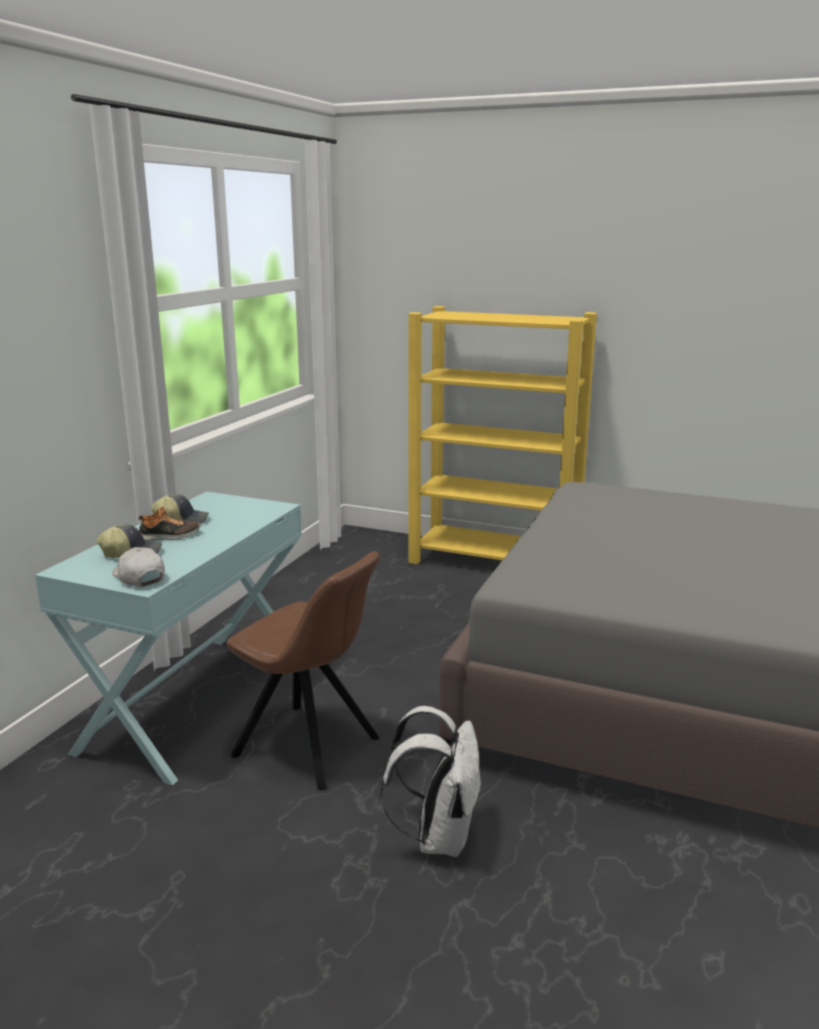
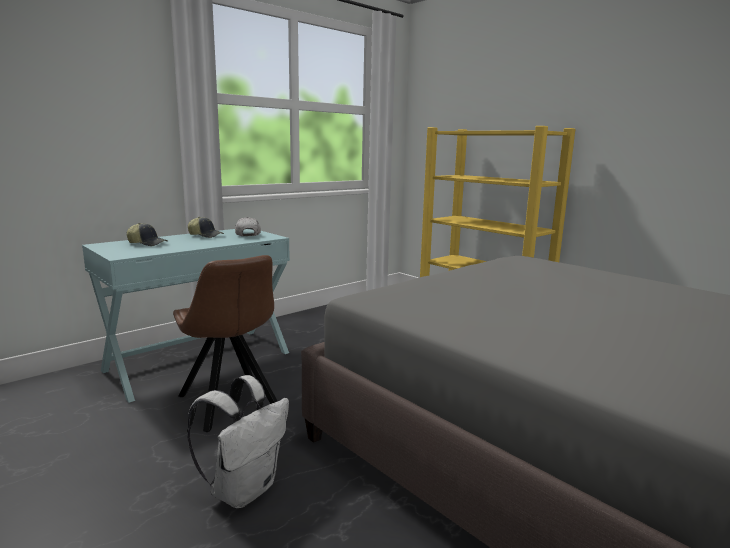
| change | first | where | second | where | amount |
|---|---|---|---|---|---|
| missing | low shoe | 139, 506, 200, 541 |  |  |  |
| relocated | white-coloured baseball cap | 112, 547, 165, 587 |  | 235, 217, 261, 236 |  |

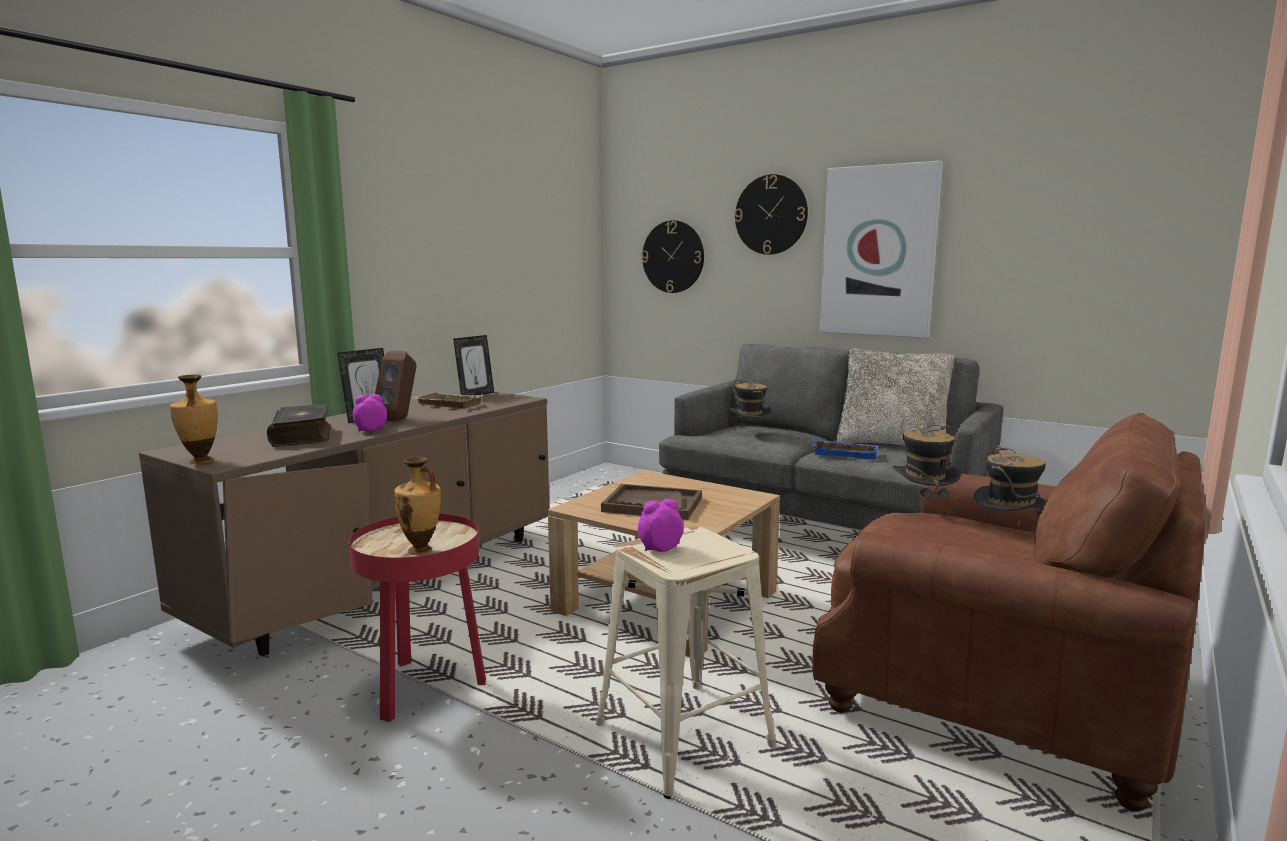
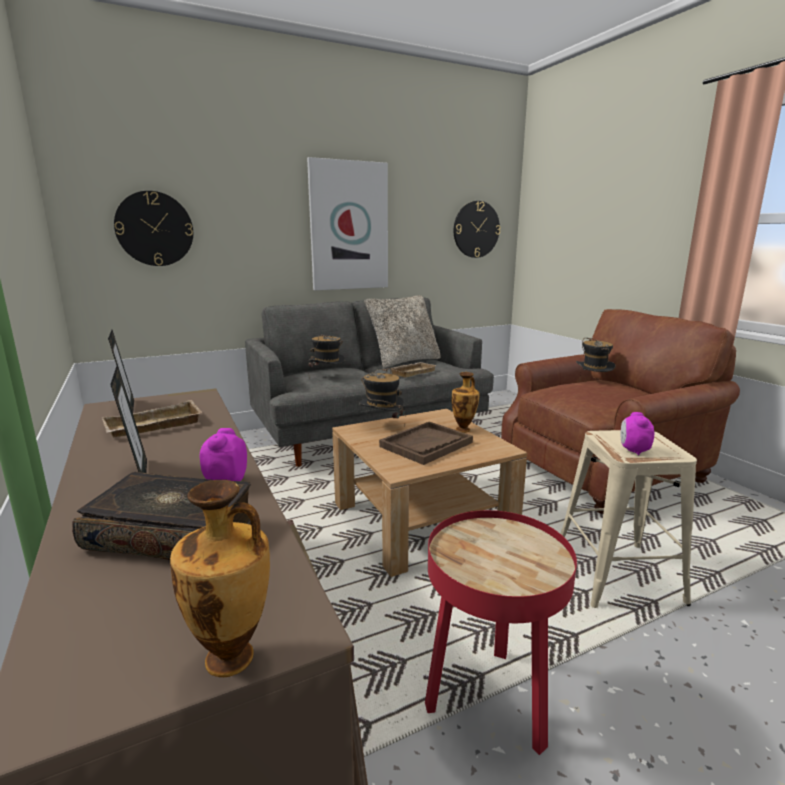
| change | first | where | second | where | amount |
|---|---|---|---|---|---|
| missing | brown loudspeaker | 375, 351, 416, 421 |  |  |  |
| relocated | decorative vase | 394, 457, 441, 555 |  | 452, 372, 479, 433 |  |
| relocated | hanging clock | 735, 174, 808, 255 |  | 454, 201, 500, 258 |  |
| relocated | hat | 892, 425, 960, 519 |  | 359, 368, 405, 426 |  |
| colour | blue carrying tray | 812, 440, 878, 459 | beige-coloured carrying tray | 391, 362, 437, 378 |  |

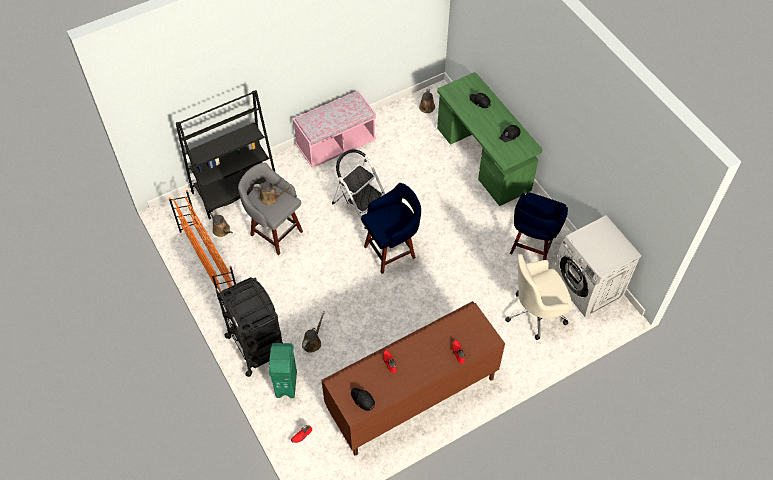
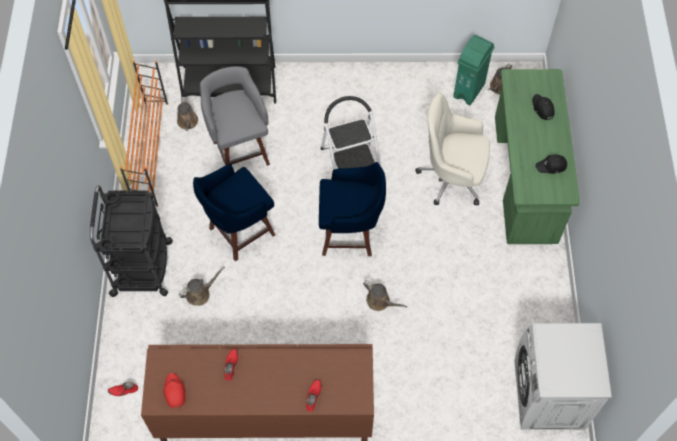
| change | first | where | second | where | amount |
|---|---|---|---|---|---|
| missing | pink bench | 292, 90, 376, 167 |  |  |  |
| relocated | brown watering pot | 253, 182, 293, 206 |  | 363, 280, 407, 311 |  |
| relocated | green-coloured trash can | 269, 343, 297, 398 |  | 453, 35, 495, 105 |  |
| relocated | beige-coloured computer chair | 505, 254, 572, 340 |  | 416, 93, 490, 205 |  |
| relocated | blue stool seat | 510, 192, 568, 260 |  | 193, 164, 275, 261 |  |
| colour | black-coloured baseball cap | 351, 388, 375, 411 | reddish baseball cap | 163, 373, 186, 408 |  |

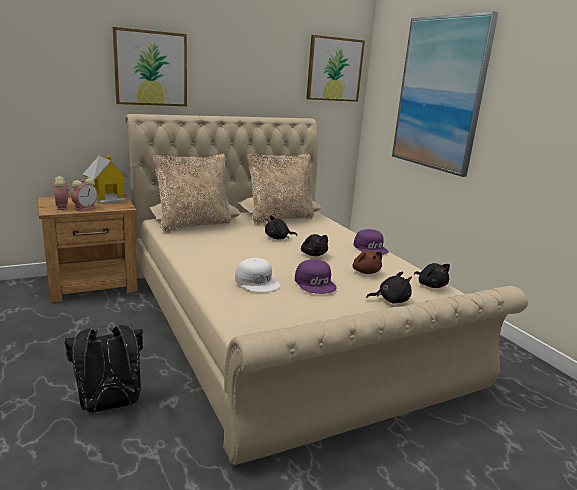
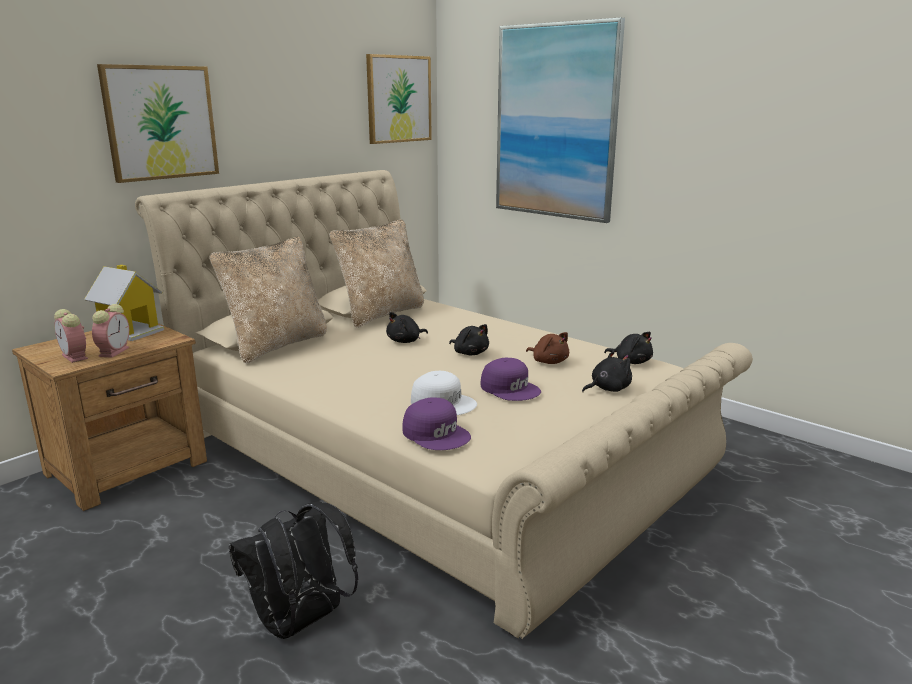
| change | first | where | second | where | amount |
|---|---|---|---|---|---|
| relocated | purple baseball cap | 354, 229, 389, 255 |  | 402, 397, 471, 450 |  |

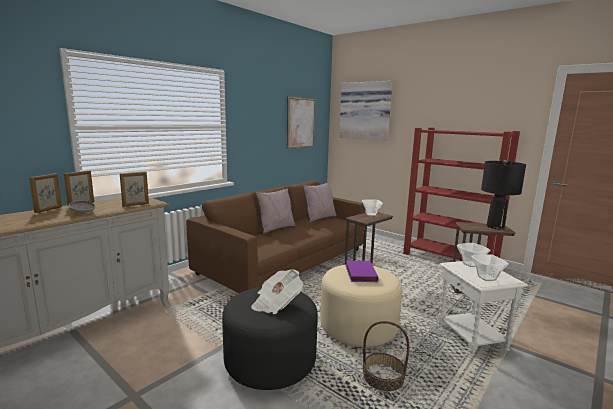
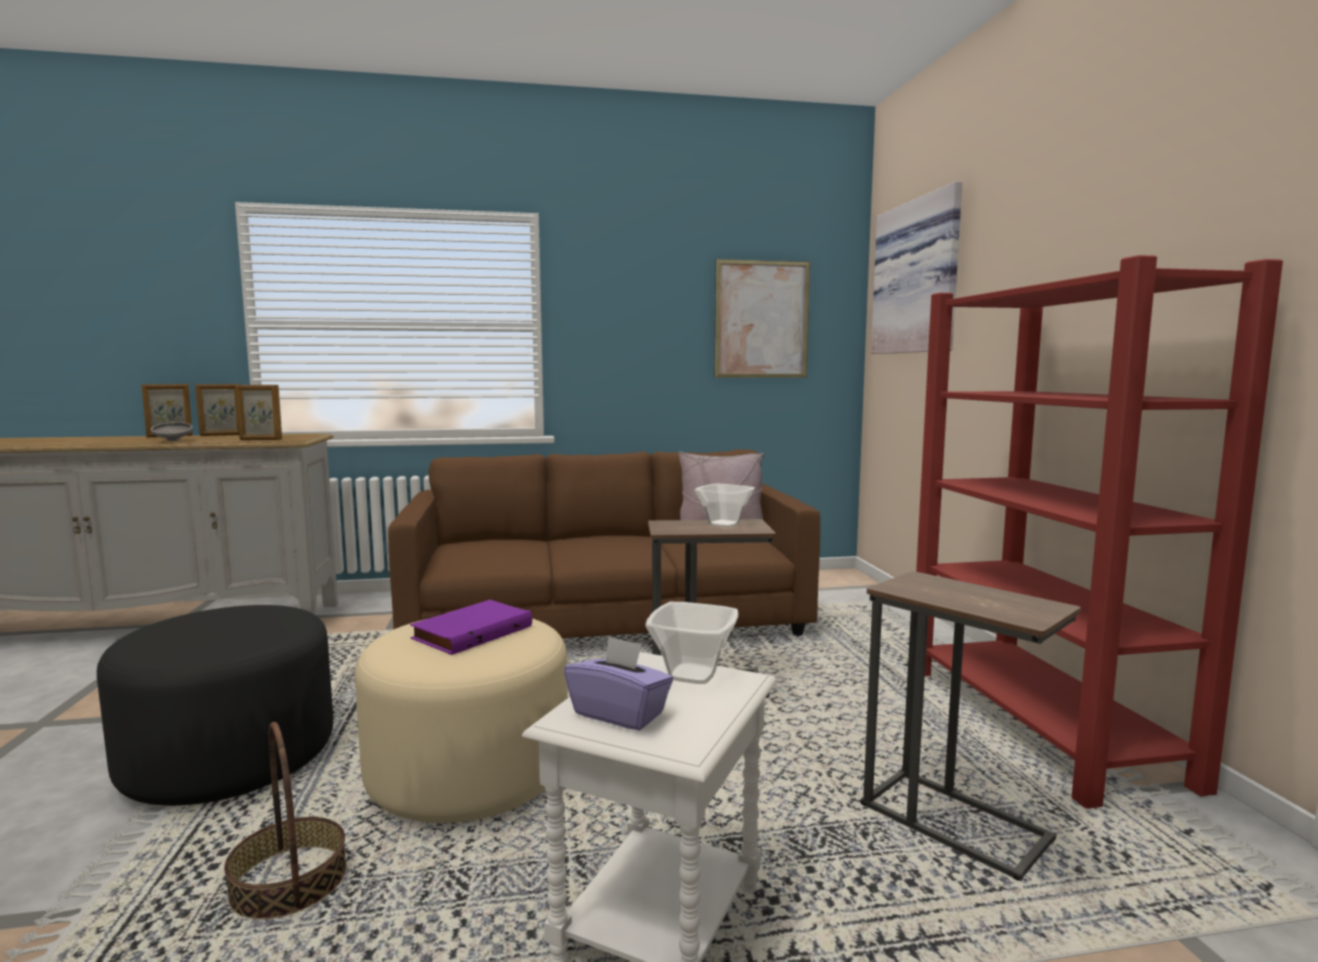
| change | first | where | second | where | amount |
|---|---|---|---|---|---|
| missing | daily paper | 251, 269, 303, 314 |  |  |  |
| missing | purple pillow | 256, 188, 295, 233 |  |  |  |
| missing | black-coloured lamp for a table | 481, 160, 526, 229 |  |  |  |
| exchanged | serving bowl | 471, 254, 509, 281 | purple box of tissues | 564, 636, 673, 731 |  |

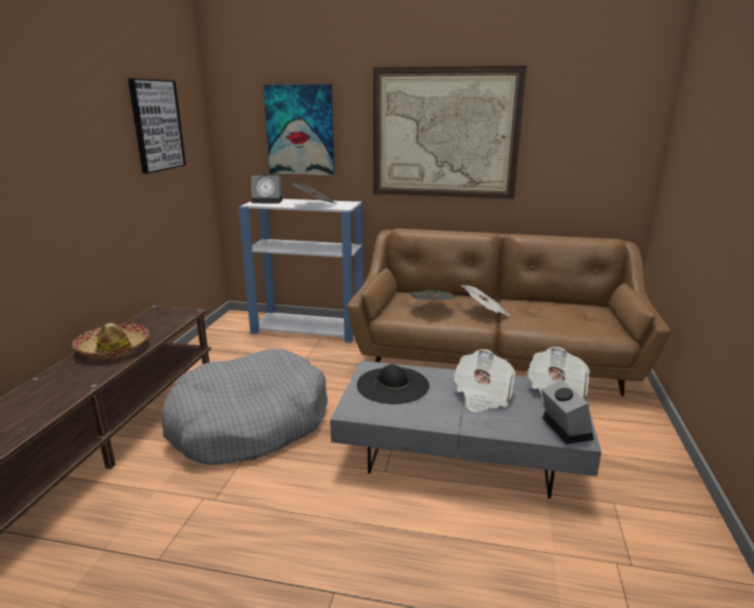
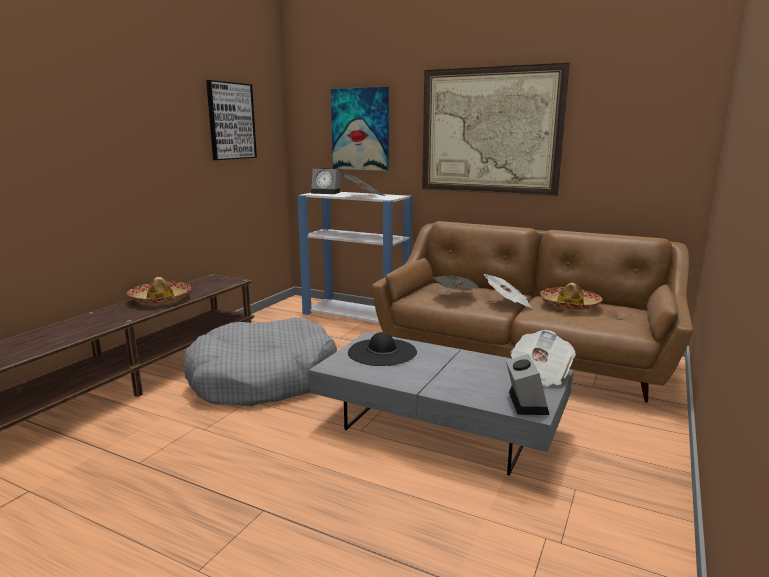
| change | first | where | second | where | amount |
|---|---|---|---|---|---|
| missing | daily paper | 453, 349, 516, 412 |  |  |  |
| appeared |  |  | hat | 540, 283, 603, 311 |  |

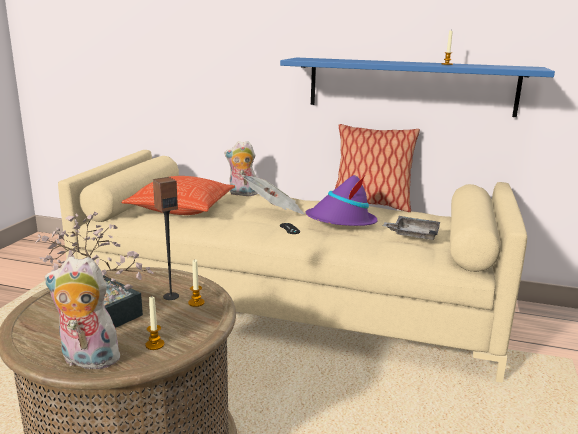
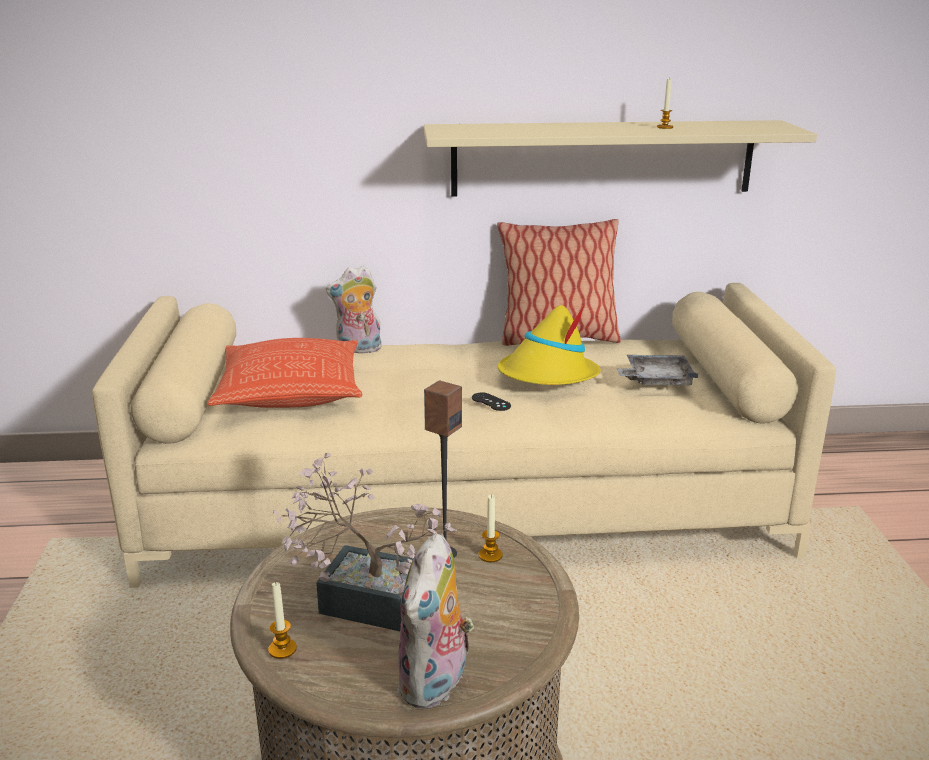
| change | first | where | second | where | amount |
|---|---|---|---|---|---|
| missing | daily paper | 242, 175, 305, 215 |  |  |  |
| relocated | wax candle | 145, 297, 165, 350 |  | 268, 581, 297, 659 |  |
| colour | blue shelf | 280, 58, 555, 117 | beige-coloured shelf | 424, 120, 817, 196 |  |
| colour | purple hat | 305, 174, 378, 226 | yellow-coloured hat | 498, 304, 601, 385 |  |
| spun | plush toy | 44, 256, 123, 370 |  | 397, 533, 474, 709 | 60 degrees counterclockwise |

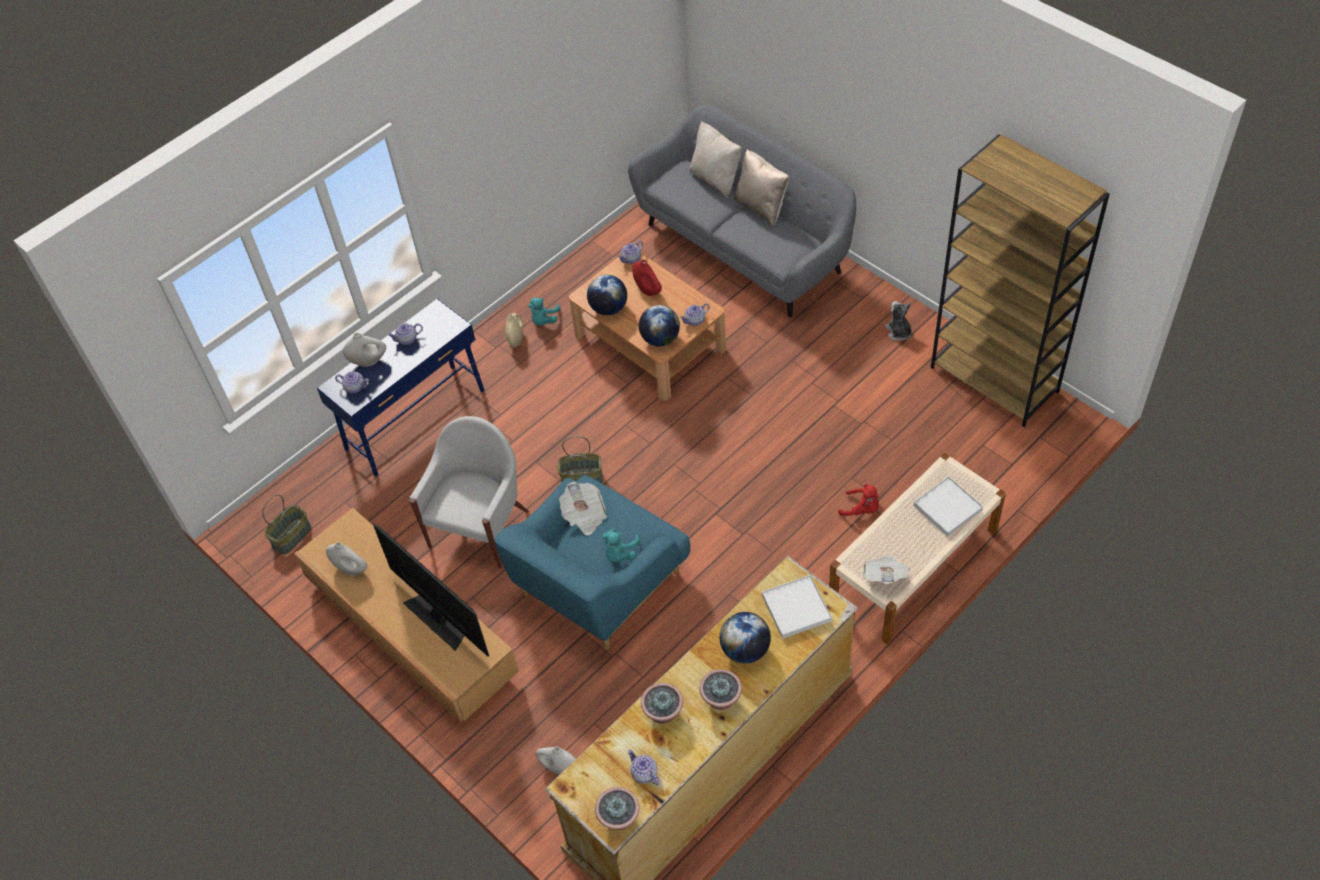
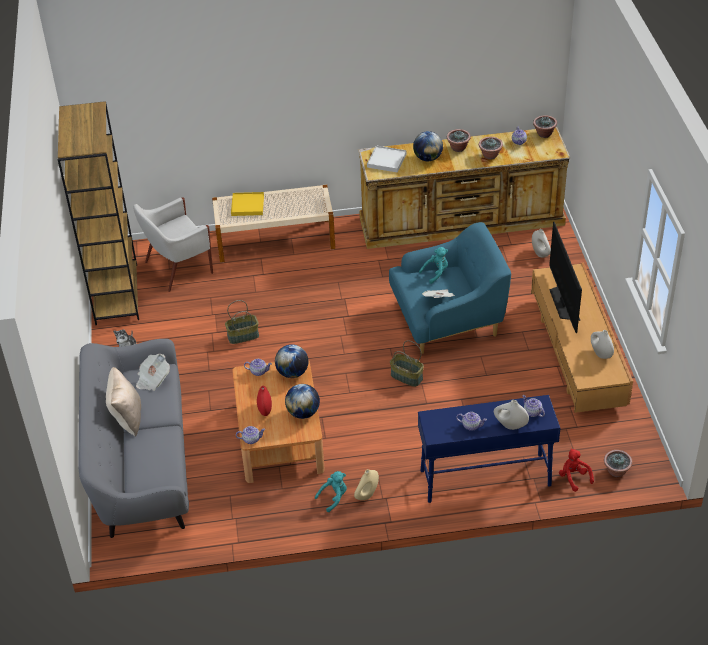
| change | first | where | second | where | amount |
|---|---|---|---|---|---|
| missing | beige-coloured pillow | 689, 121, 741, 198 |  |  |  |
| appeared |  |  | potted plant | 604, 450, 632, 477 |  |
| relocated | household basket | 262, 494, 311, 555 |  | 225, 300, 259, 344 |  |
| relocated | white-coloured lounge chair | 409, 416, 529, 568 |  | 133, 197, 213, 292 |  |
| relocated | reddish plush toy | 838, 484, 879, 516 |  | 559, 449, 594, 492 |  |
| relocated | daily paper | 862, 555, 910, 584 |  | 136, 354, 170, 391 |  |
| colour | white-coloured carrying tray | 913, 476, 983, 537 | yellow-coloured carrying tray | 231, 192, 264, 216 |  |

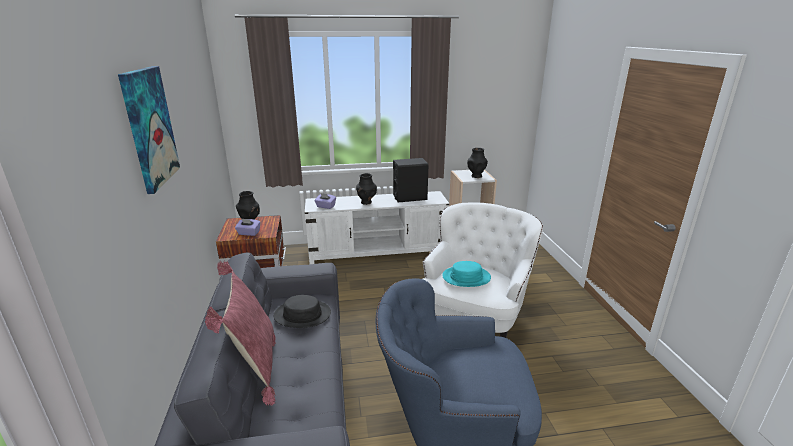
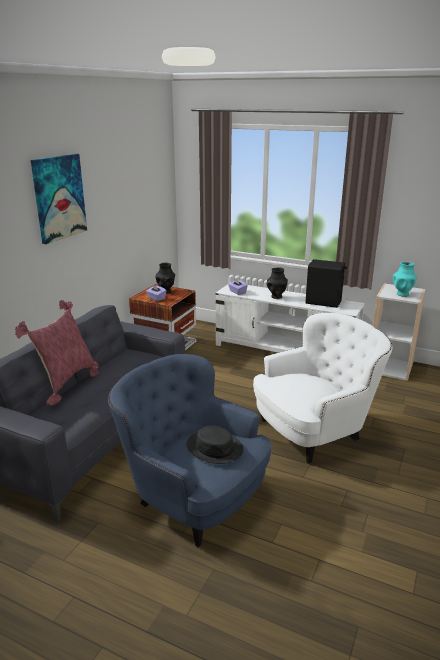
| change | first | where | second | where | amount |
|---|---|---|---|---|---|
| missing | turquoise-coloured hat | 442, 261, 491, 287 |  |  |  |
| relocated | black-coloured hat | 274, 295, 331, 328 |  | 186, 425, 244, 464 |  |
| colour | black-coloured decorative vase | 467, 148, 488, 178 | turquoise-coloured decorative vase | 393, 262, 417, 297 |  |

